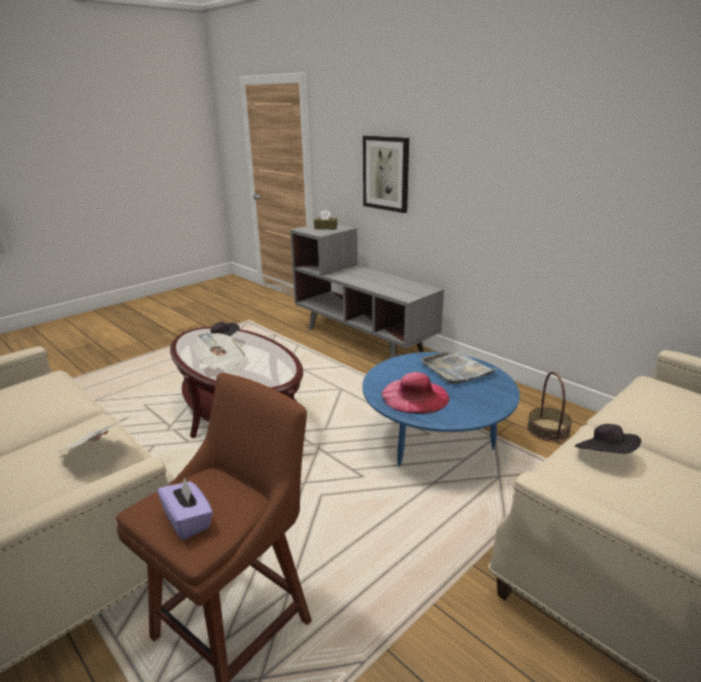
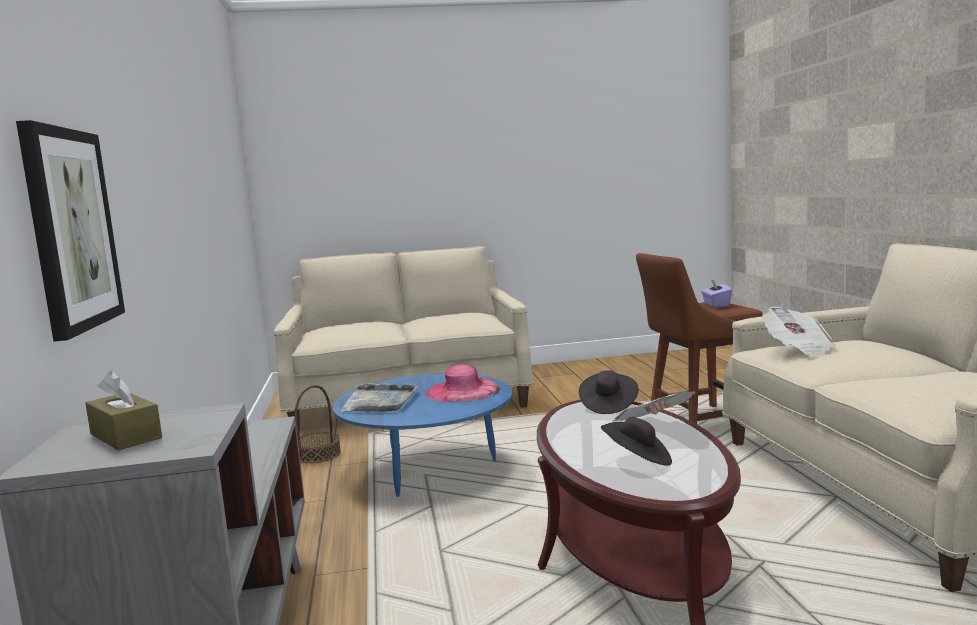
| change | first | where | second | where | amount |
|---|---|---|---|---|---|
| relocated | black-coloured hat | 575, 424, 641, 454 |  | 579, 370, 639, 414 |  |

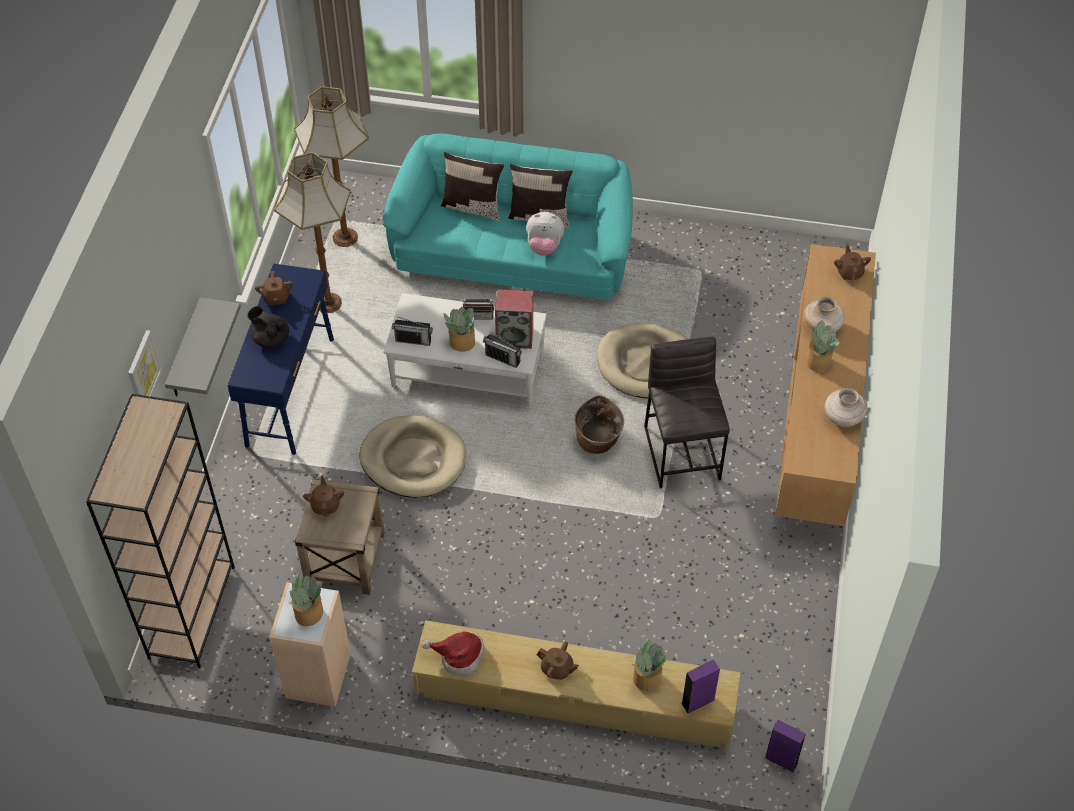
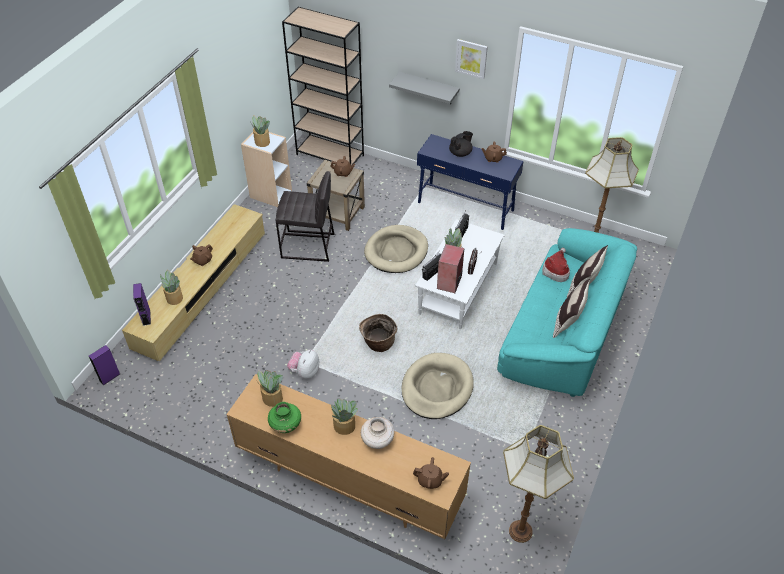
| change | first | where | second | where | amount |
|---|---|---|---|---|---|
| appeared |  |  | potted plant | 255, 370, 283, 407 |  |
| relocated | wall art | 128, 330, 162, 397 |  | 455, 39, 488, 79 |  |
| relocated | standard lamp | 274, 152, 351, 313 |  | 503, 425, 574, 543 |  |
| relocated | hat | 422, 631, 484, 676 |  | 542, 248, 570, 282 |  |
| relocated | plush toy | 526, 212, 564, 256 |  | 287, 350, 319, 379 |  |
| relocated | gray stool seat | 644, 337, 730, 488 |  | 276, 171, 335, 262 |  |
| colour | beige-coloured decorative vase | 825, 388, 867, 427 | green-coloured decorative vase | 268, 402, 301, 433 |  |

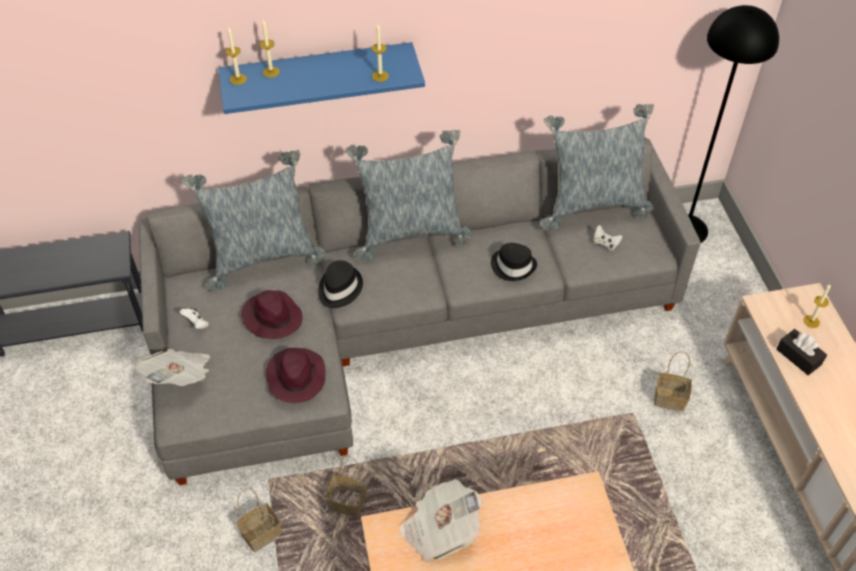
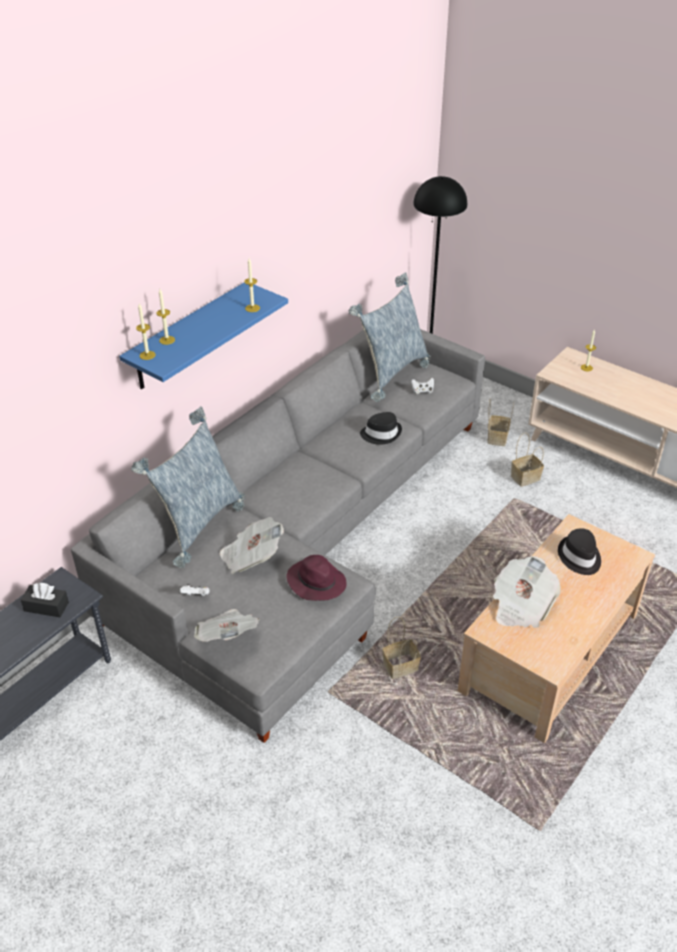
| change | first | where | second | where | amount |
|---|---|---|---|---|---|
| missing | pillow | 345, 129, 473, 261 |  |  |  |
| relocated | household basket | 237, 488, 281, 552 |  | 488, 399, 514, 446 |  |
| relocated | black-coloured hat | 318, 260, 363, 308 |  | 558, 528, 601, 575 |  |
| relocated | black-coloured box of tissues | 776, 329, 827, 375 |  | 21, 583, 69, 617 |  |
| exchanged | purple hat | 241, 290, 302, 339 | daily paper | 220, 517, 284, 574 |  |

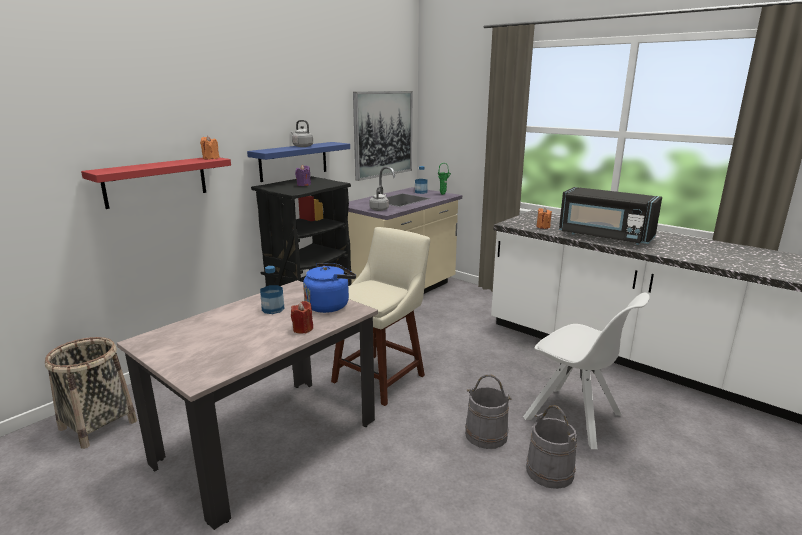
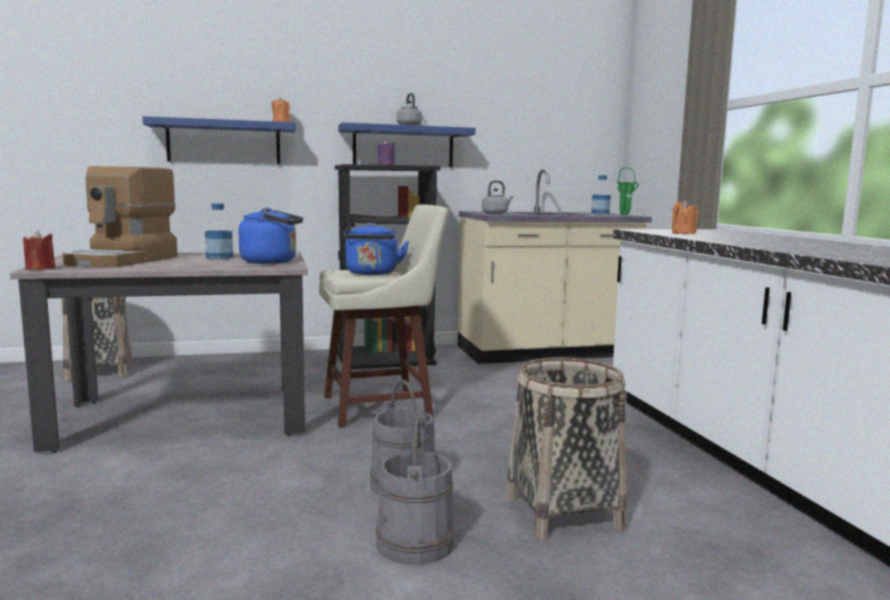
| change | first | where | second | where | amount |
|---|---|---|---|---|---|
| missing | wall art | 353, 91, 412, 181 |  |  |  |
| missing | black-coloured microwave | 559, 187, 662, 245 |  |  |  |
| appeared |  |  | coffee brewer | 63, 166, 178, 268 |  |
| appeared |  |  | blue kettle | 343, 222, 409, 275 |  |
| relocated | reddish wax candle | 291, 301, 313, 334 |  | 23, 231, 55, 270 |  |
| exchanged | white-coloured plain chair | 523, 293, 650, 449 | household basket | 506, 357, 627, 540 |  |
| colour | reddish shelf | 81, 158, 231, 209 | blue shelf | 142, 116, 296, 164 |  |

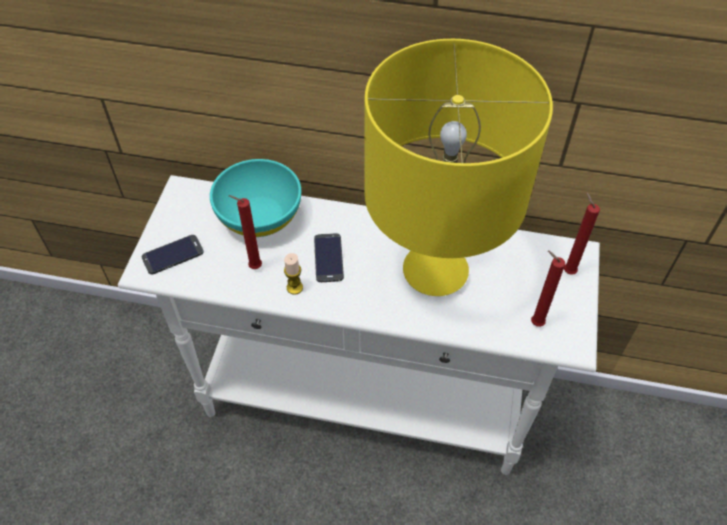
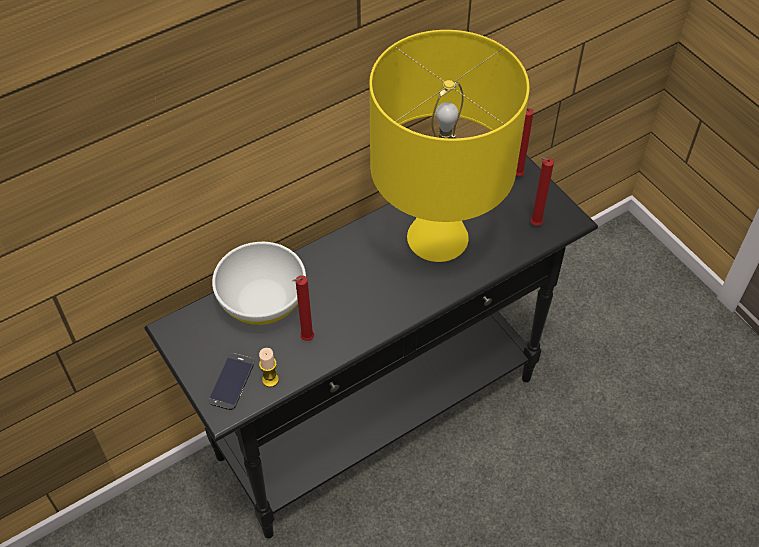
| change | first | where | second | where | amount |
|---|---|---|---|---|---|
| missing | telephone | 314, 233, 344, 282 |  |  |  |
| relocated | wax candle | 284, 253, 303, 295 |  | 259, 348, 279, 387 |  |
| colour | white-coloured console table | 118, 175, 600, 475 | black-coloured console table | 144, 155, 598, 539 |  |
| colour | turquoise-coloured serving bowl | 210, 159, 301, 237 | white-coloured serving bowl | 212, 242, 306, 325 |  |

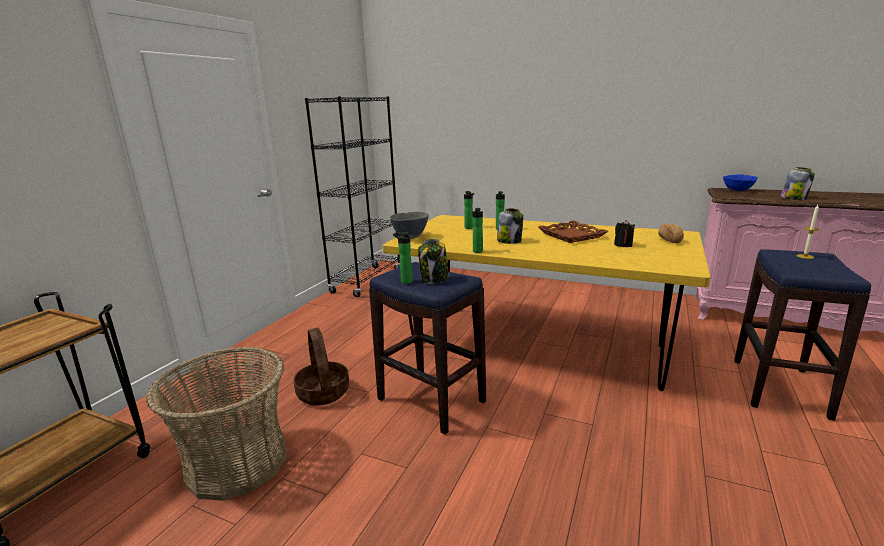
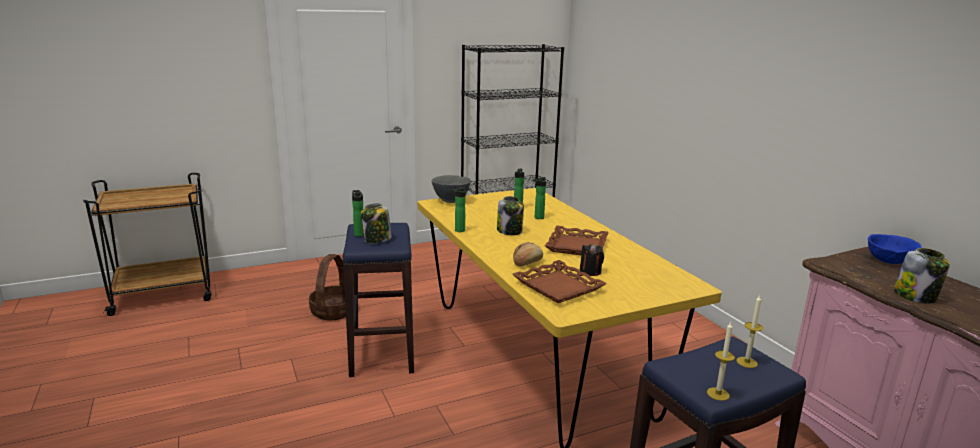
| change | first | where | second | where | amount |
|---|---|---|---|---|---|
| missing | household basket | 146, 347, 287, 501 |  |  |  |
| appeared |  |  | brown carrying tray | 513, 260, 607, 303 |  |
| appeared |  |  | wax candle | 707, 322, 735, 401 |  |
| relocated | bakery bread | 658, 224, 684, 243 |  | 513, 242, 543, 267 |  |

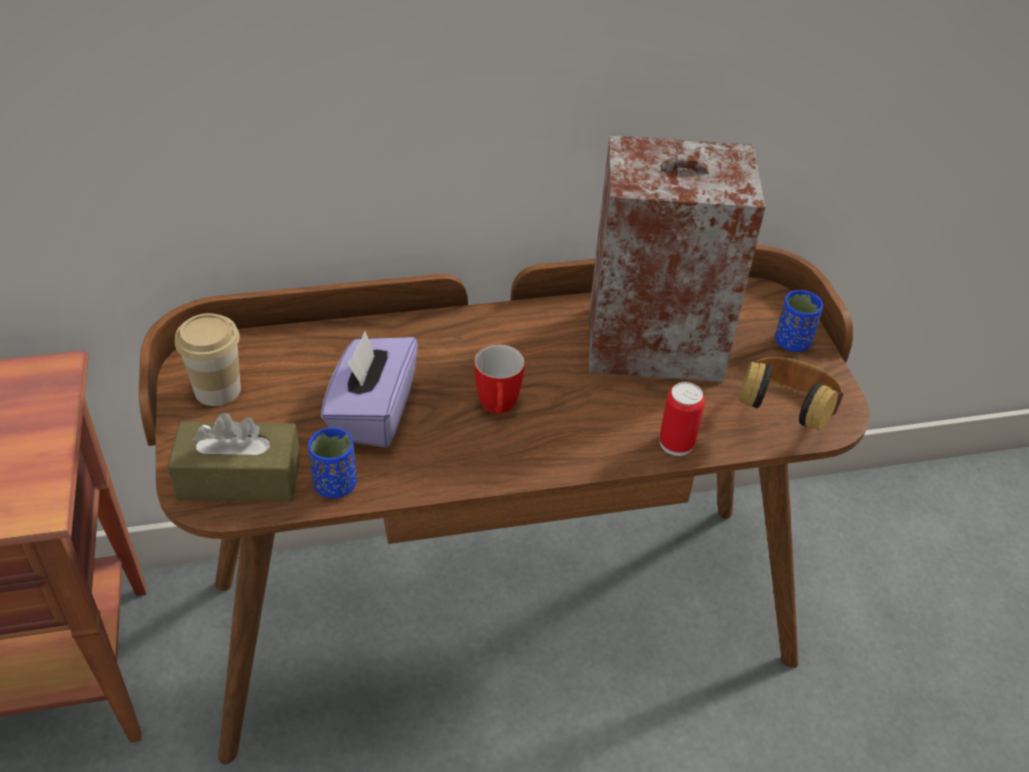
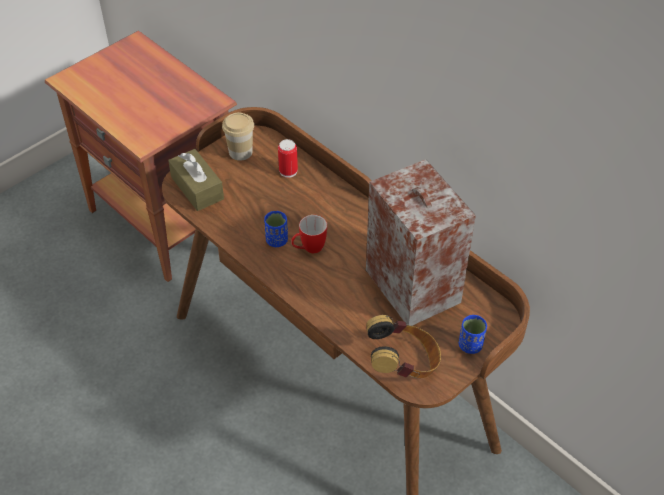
| change | first | where | second | where | amount |
|---|---|---|---|---|---|
| missing | purple box of tissues | 321, 331, 418, 448 |  |  |  |
| relocated | blue small cup | 308, 427, 357, 498 |  | 264, 211, 288, 247 |  |
| relocated | sealed can | 659, 382, 705, 456 |  | 278, 139, 298, 178 |  |

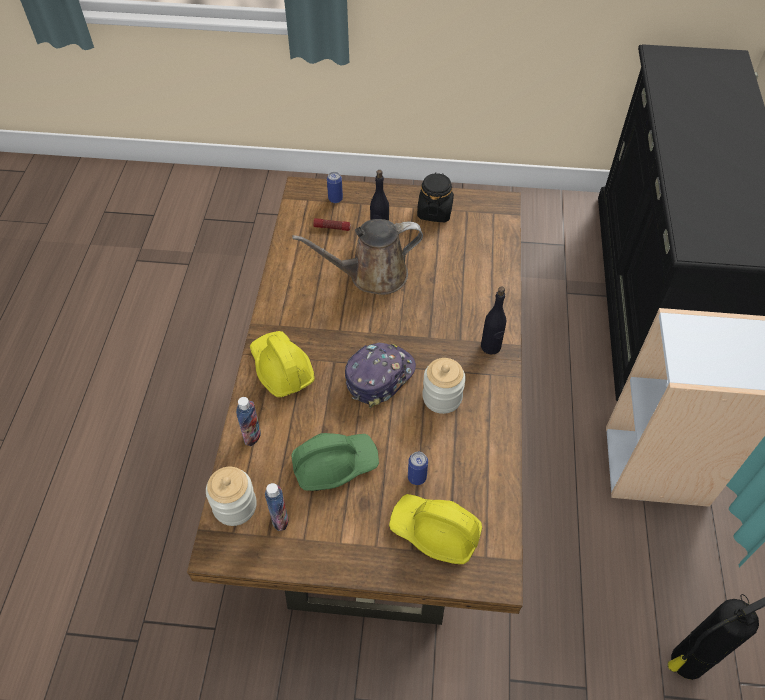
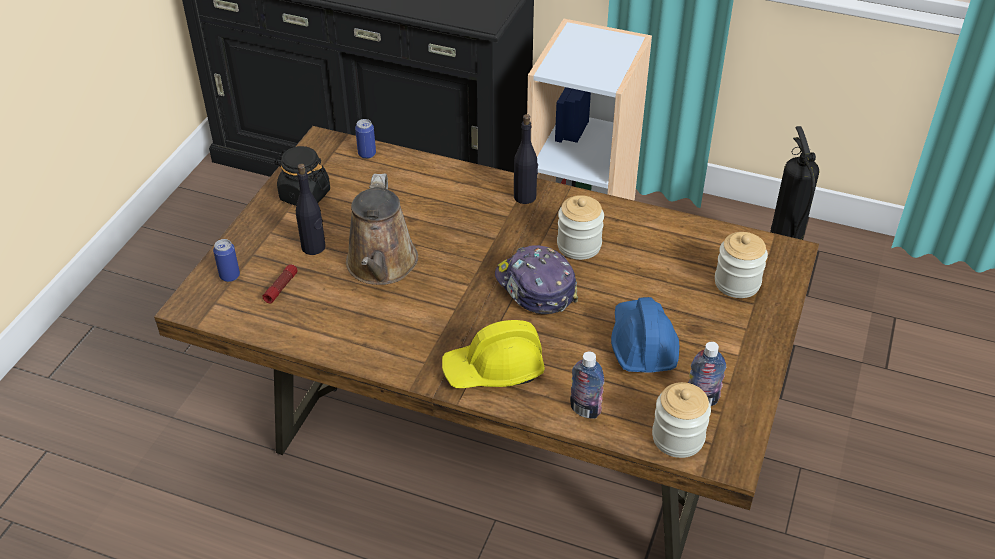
| change | first | where | second | where | amount |
|---|---|---|---|---|---|
| relocated | sealed can | 408, 452, 428, 485 |  | 355, 119, 376, 159 |  |
| exchanged | yellow-coloured hard hat | 389, 494, 482, 564 | storage jar | 715, 232, 768, 298 |  |
| colour | green-coloured hard hat | 291, 433, 379, 491 | blue hard hat | 611, 297, 679, 373 |  |

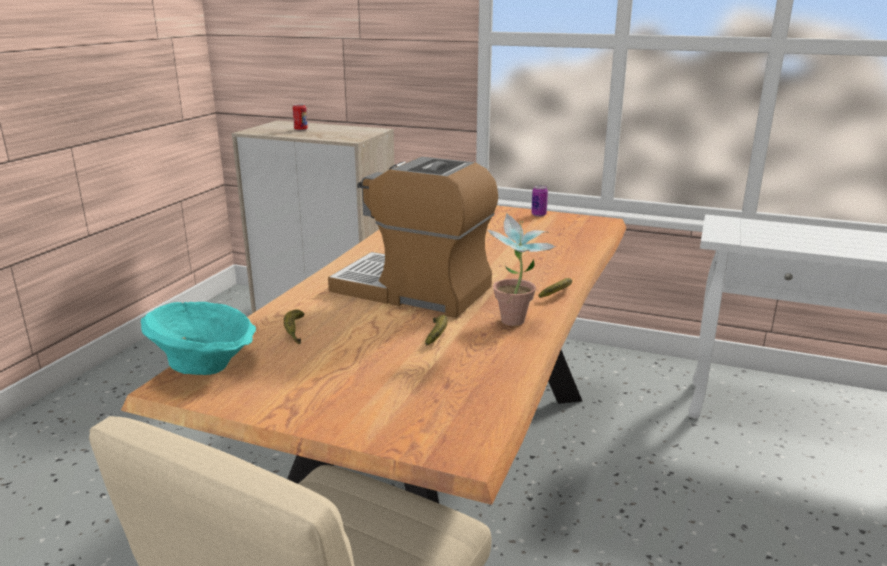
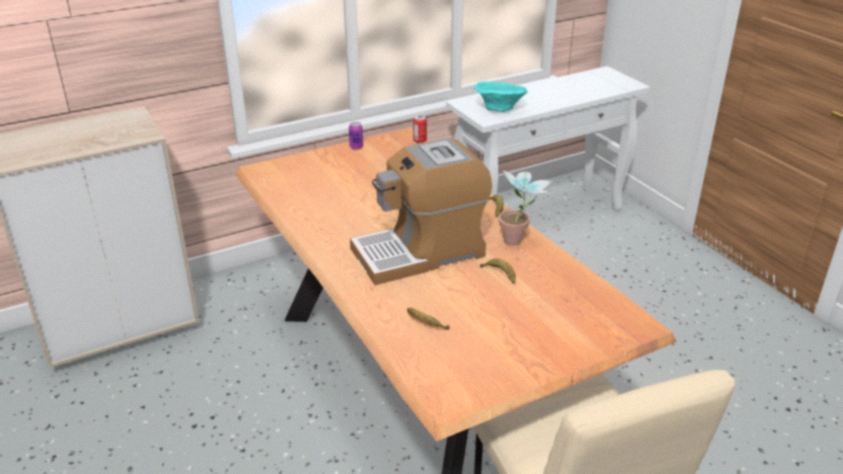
| change | first | where | second | where | amount |
|---|---|---|---|---|---|
| relocated | turquoise-coloured serving bowl | 141, 302, 256, 375 |  | 474, 81, 528, 112 |  |
| relocated | sealed can | 292, 104, 308, 131 |  | 413, 115, 427, 143 |  |

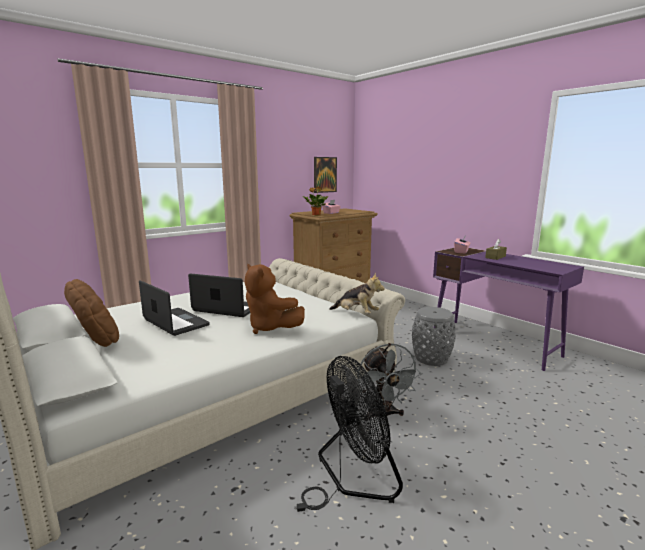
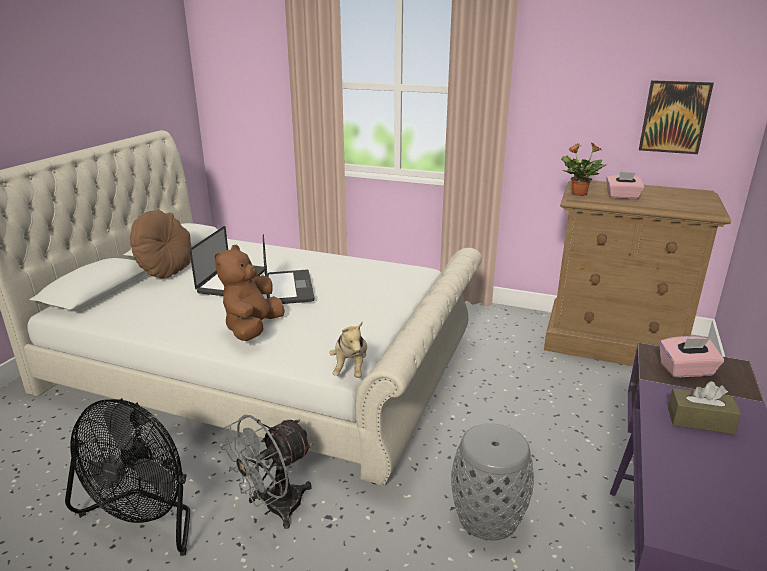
| change | first | where | second | where | amount |
|---|---|---|---|---|---|
| spun | black-coloured fan | 294, 356, 403, 512 |  | 65, 398, 190, 556 | 75 degrees clockwise |

